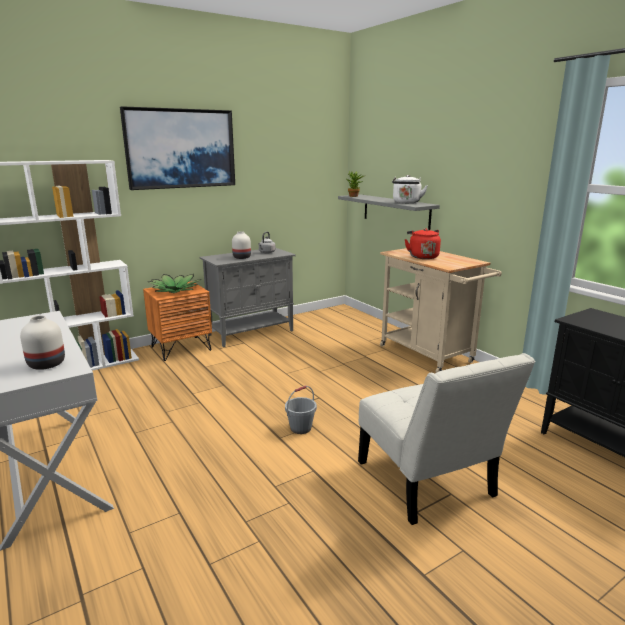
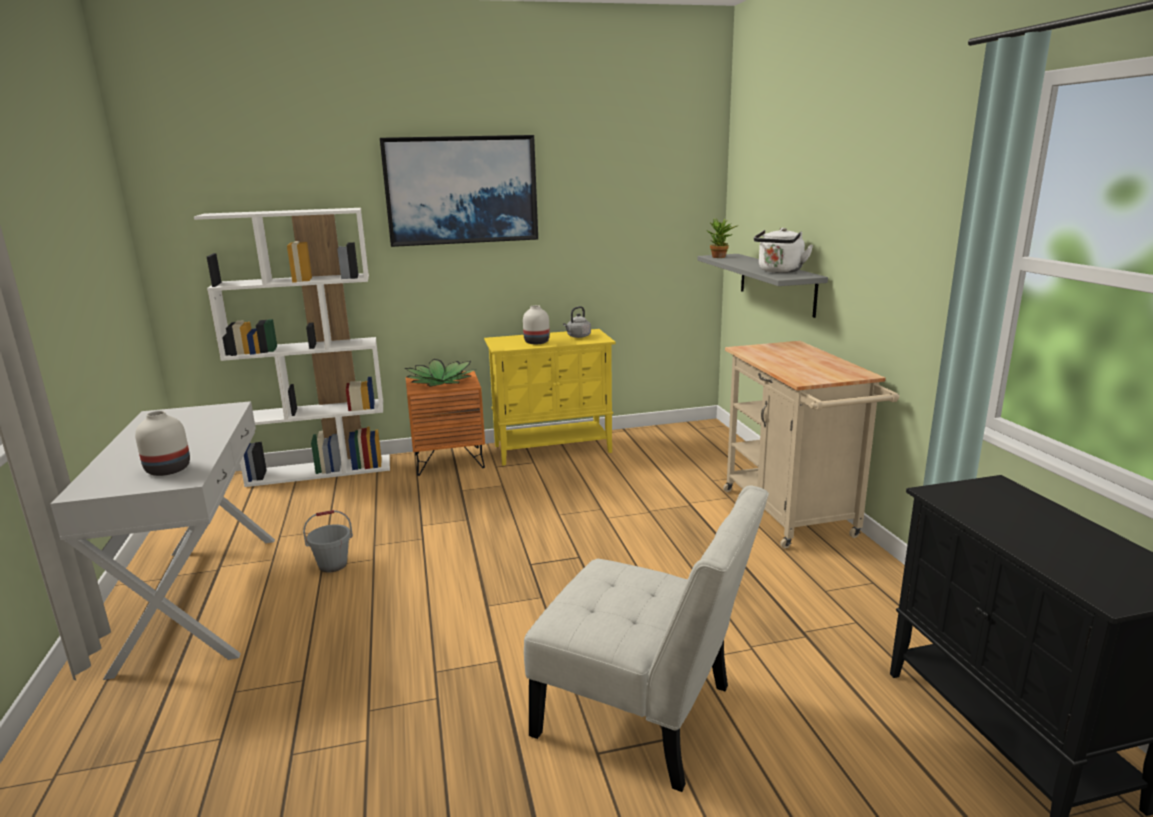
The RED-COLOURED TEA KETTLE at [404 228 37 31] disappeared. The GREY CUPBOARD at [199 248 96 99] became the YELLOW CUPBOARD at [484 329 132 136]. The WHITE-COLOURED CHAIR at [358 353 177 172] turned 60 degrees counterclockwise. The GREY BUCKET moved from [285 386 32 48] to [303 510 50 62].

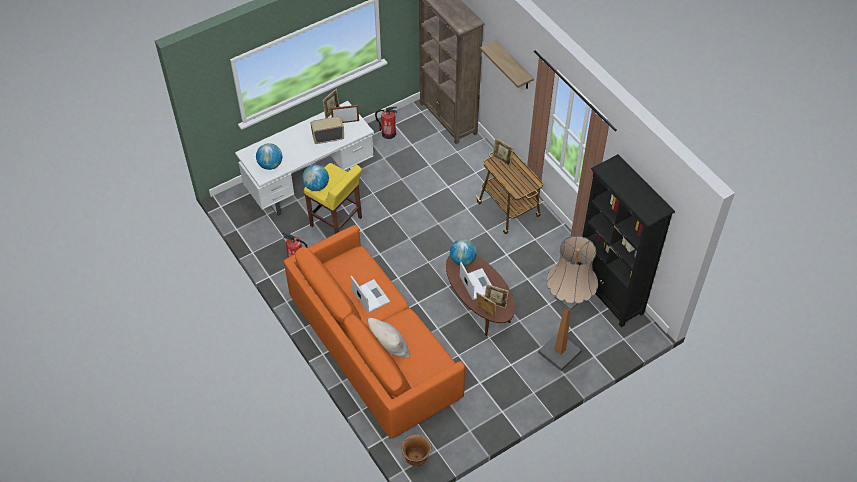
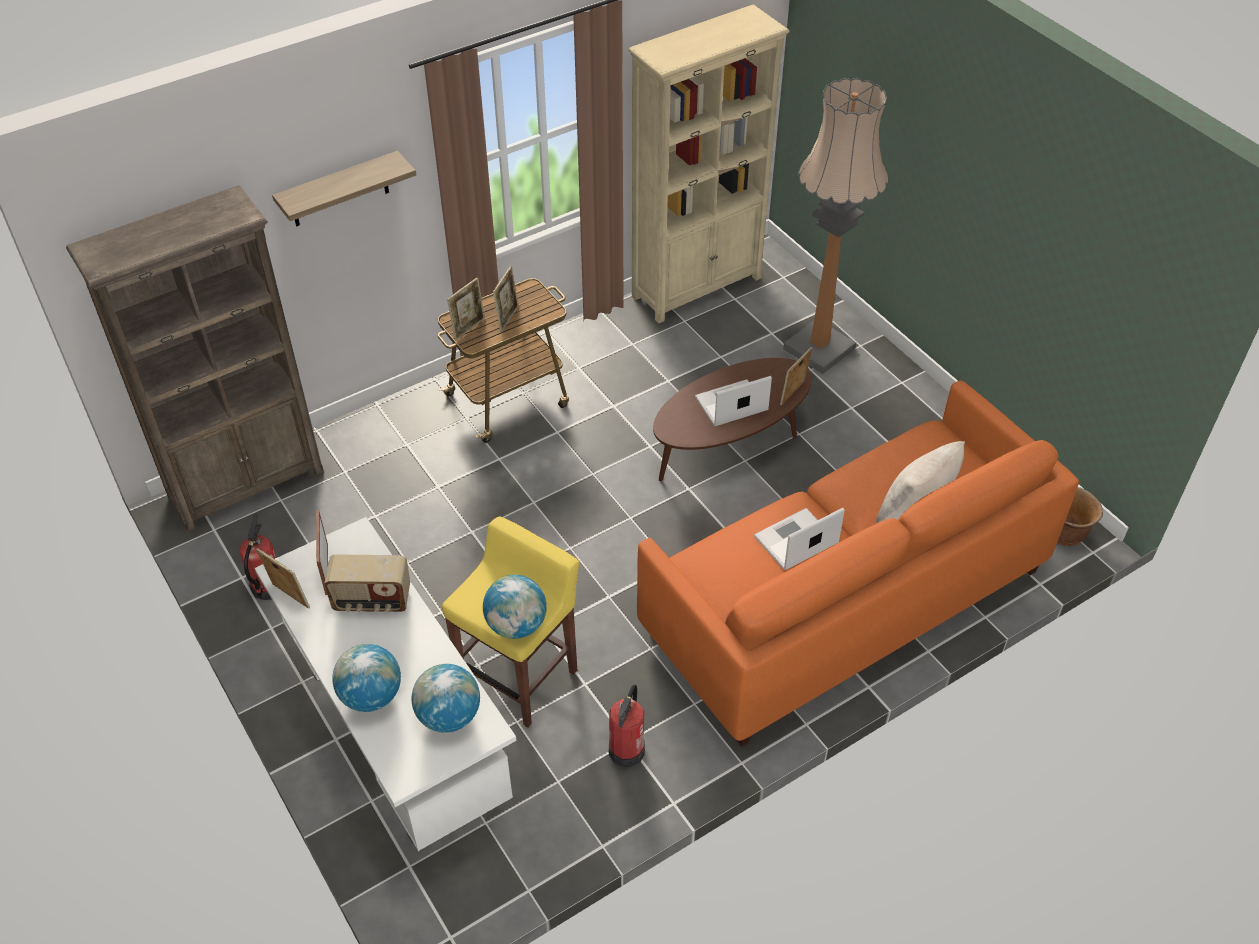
The RADIO RECEIVER at [310 116 34 28] turned 75 degrees counterclockwise. The BLACKISH BOOKCASE at [578 154 97 173] became the BEIGE BOOKCASE at [628 5 162 318]. The GLOBE moved from [450 239 27 27] to [332 644 69 68]. The PHOTO FRAME moved from [485 284 24 24] to [493 266 26 66].

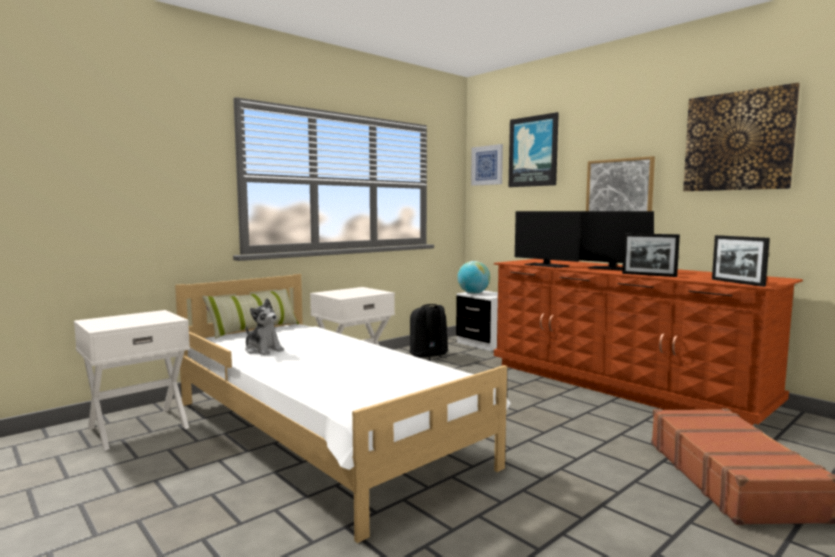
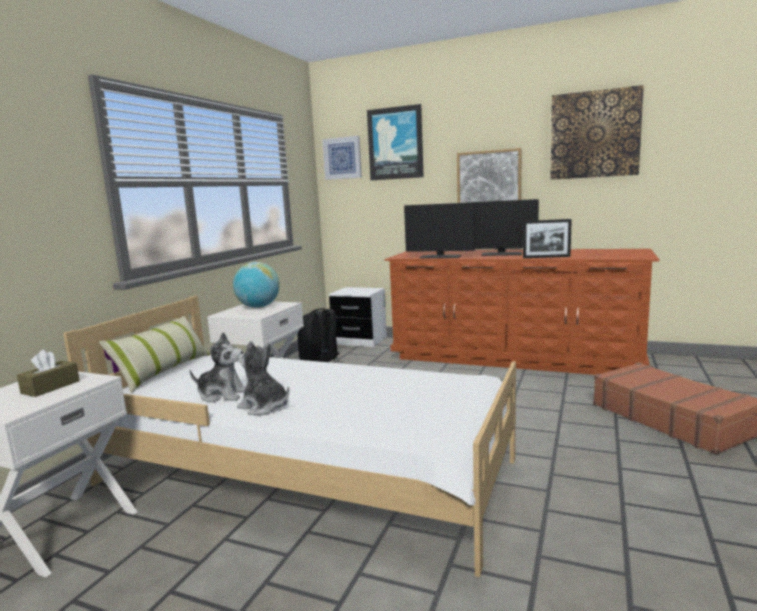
The PHOTO FRAME at [712 235 58 52] disappeared. The GLOBE moved from [457 261 33 33] to [233 262 47 46]. The SOFT TOY at [237 341 52 74] appeared. The BROWN-COLOURED BOX OF TISSUES at [17 350 63 47] appeared.

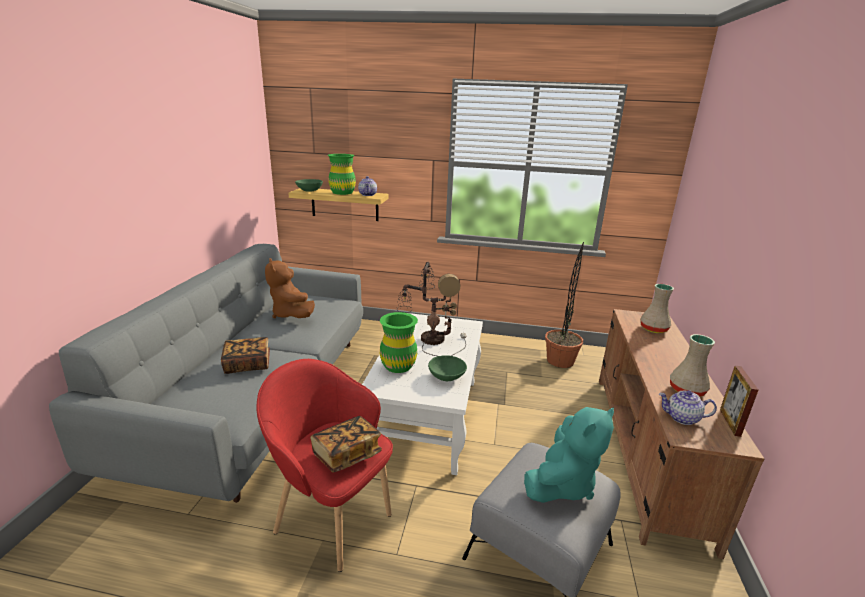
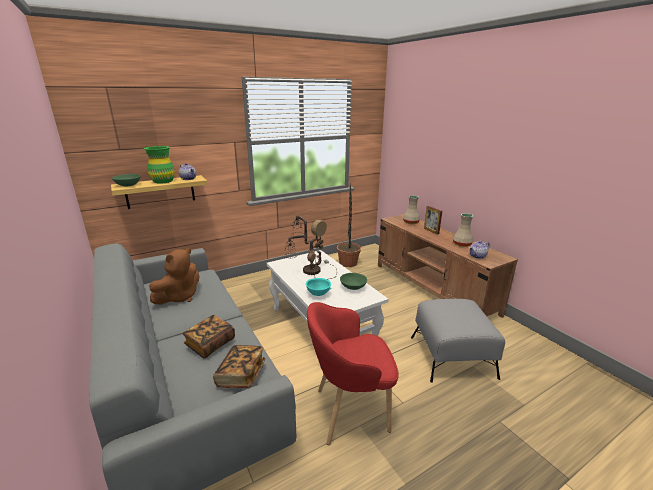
The BROWN-COLOURED SOFT TOY at [265 258 50 60] turned 75 degrees counterclockwise. The GREEN DECORATIVE VASE at [380 312 38 61] was replaced by the BLUE-GREEN DEEP DISH at [306 278 26 18]. The PHOTO FRAME moved from [720 366 38 71] to [424 206 18 29]. The BLUE-GREEN SOFT TOY at [524 407 90 96] disappeared. The BOOK moved from [310 416 72 57] to [213 345 52 43].

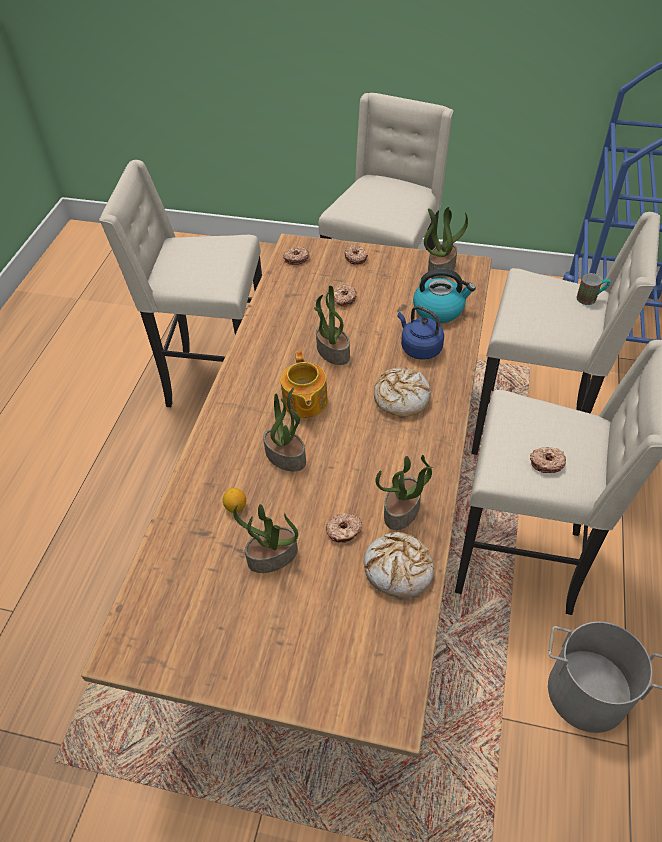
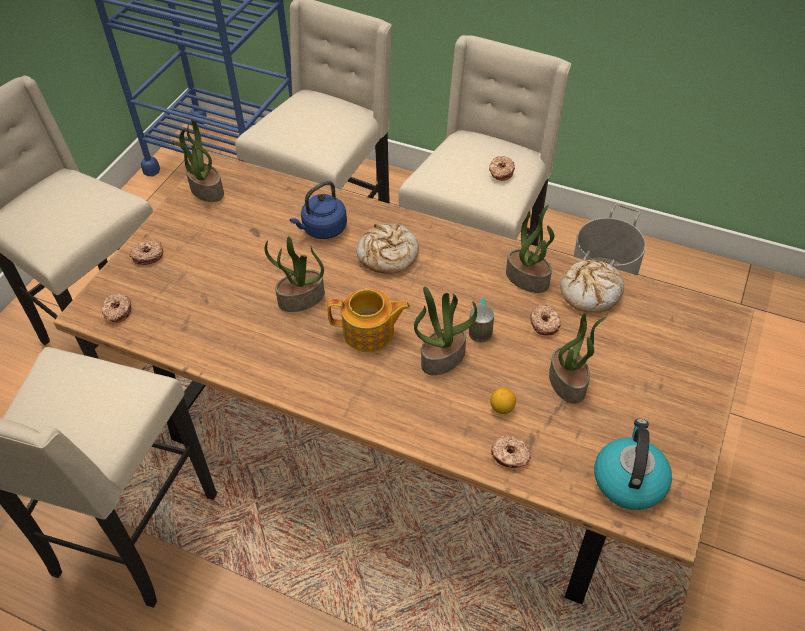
The TEA KETTLE moved from [413 269 63 54] to [594 419 78 91]. The MUG moved from [576 273 34 32] to [469 299 25 44]. The DONUT moved from [334 285 23 22] to [491 436 40 32].

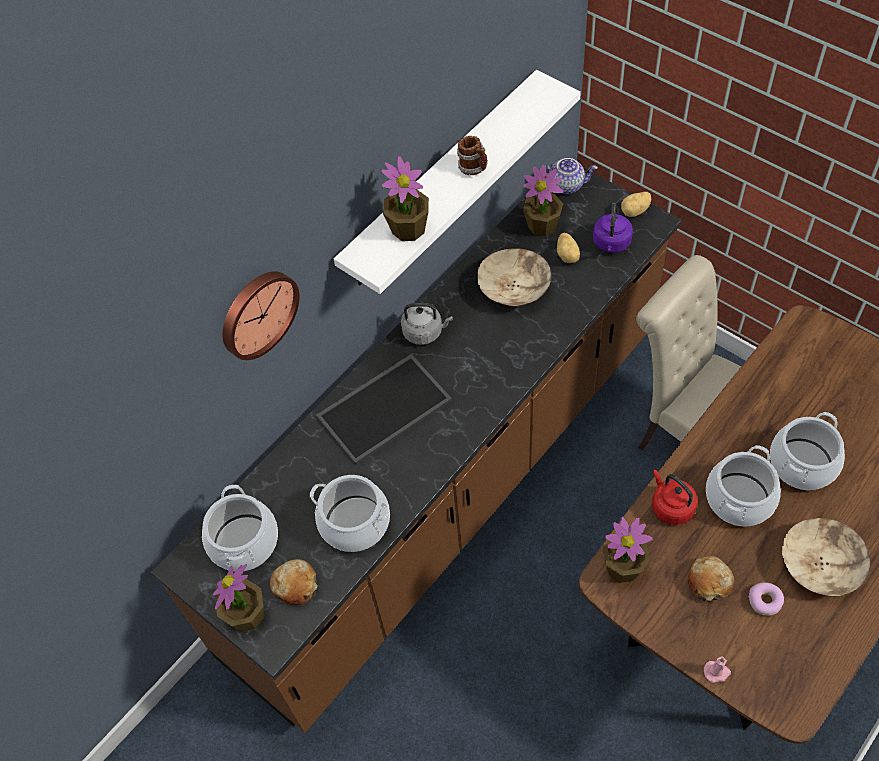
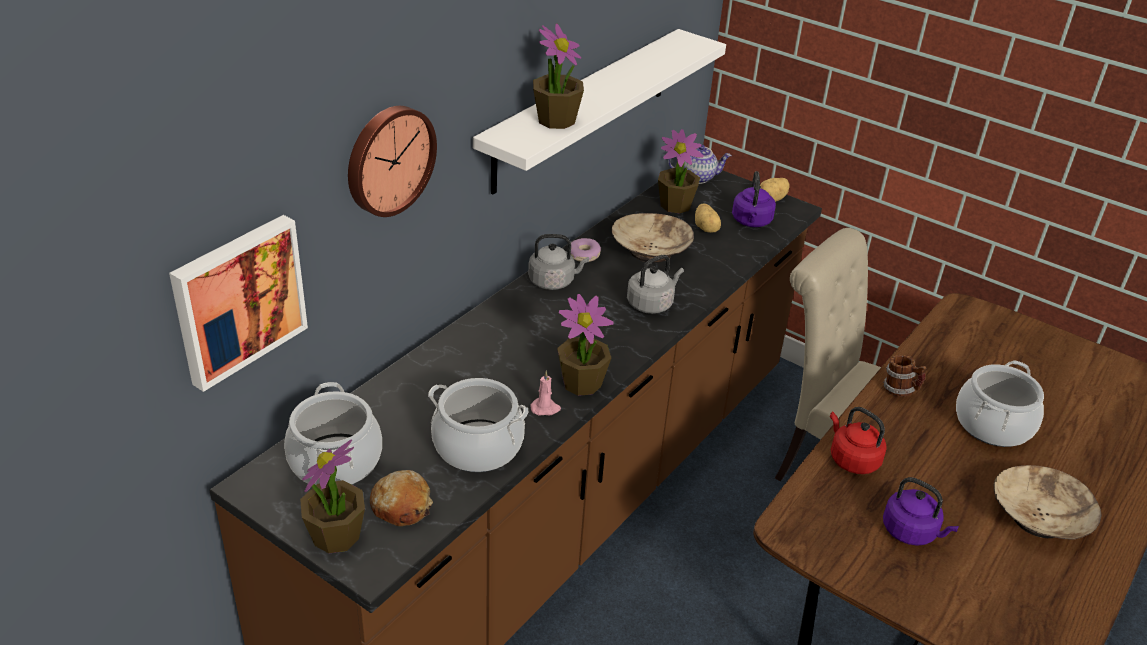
The MUG moved from [457 136 31 39] to [883 355 44 41]. The SERVING TRAY at [316 354 136 111] disappeared. The COOKING POT at [706 445 75 81] disappeared. The HOUSEPLANT moved from [602 517 51 66] to [557 294 56 102]. The BREAD at [688 555 46 47] was replaced by the PURPLISH TEA KETTLE at [883 477 76 69]. The DONUT moved from [749 582 35 34] to [571 238 30 24]. The PINK-COLOURED CANDLE moved from [704 657 27 26] to [531 370 30 46]. The WALL PICTURE at [169 215 139 177] appeared. The GREY TEA KETTLE at [627 255 57 59] appeared.

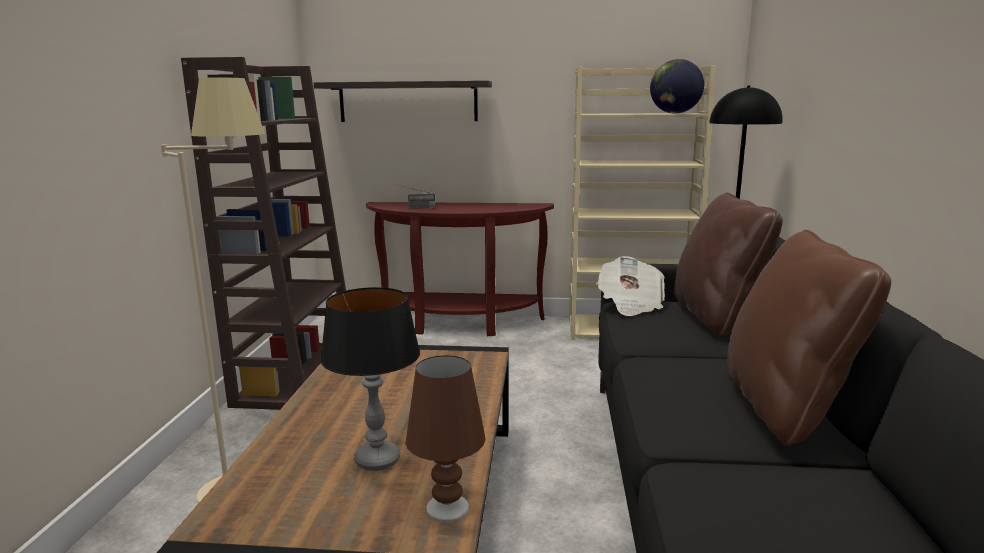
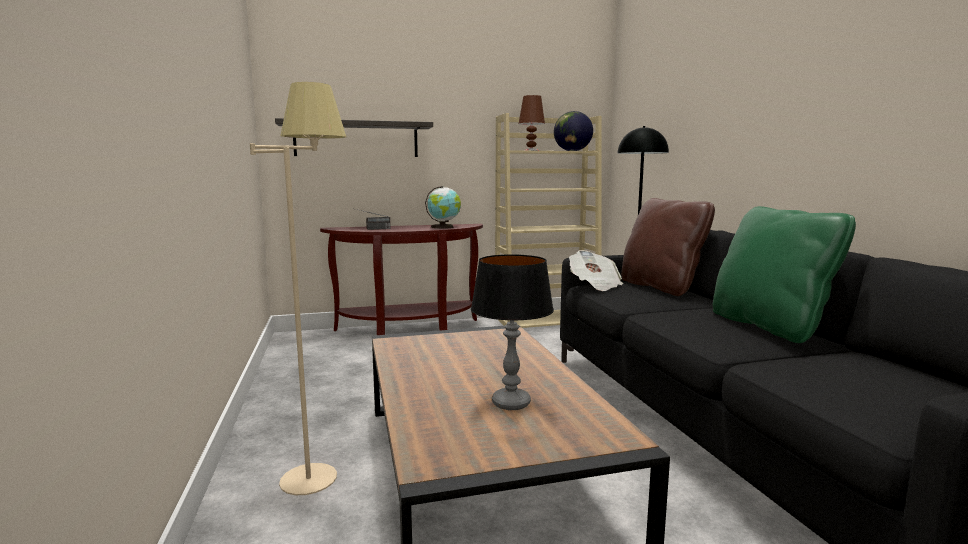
The BROWN-COLOURED BOOKCASE at [181 57 165 353] disappeared. The BROWN-COLOURED THROW PILLOW at [727 230 164 216] became the GREEN THROW PILLOW at [713 206 143 137]. The BROWN-COLOURED LAMP FOR A TABLE moved from [405 356 80 167] to [519 95 26 56]. The GLOBE at [425 186 36 43] appeared.

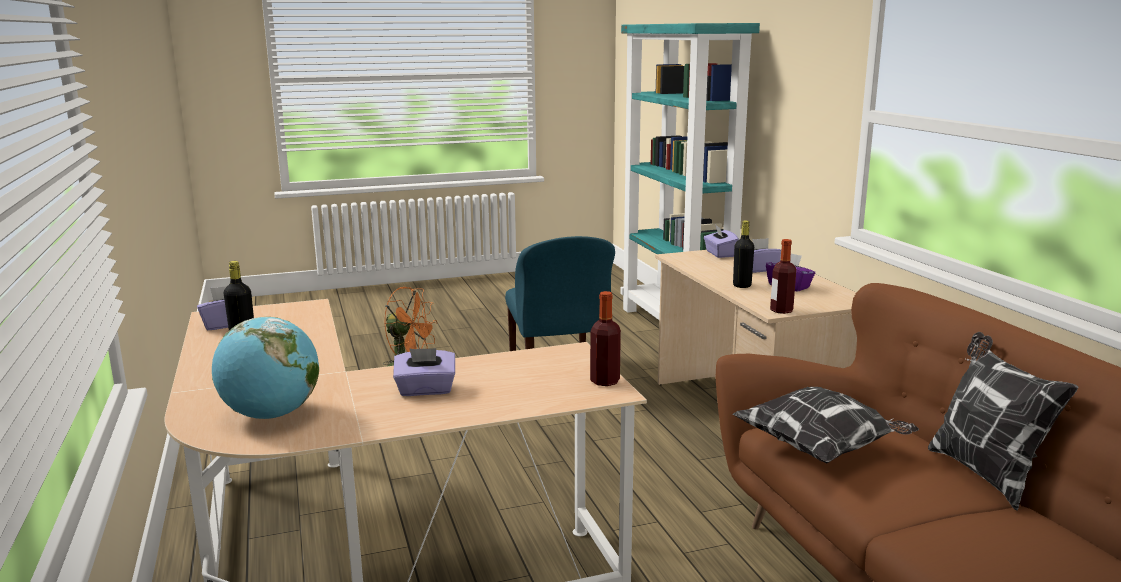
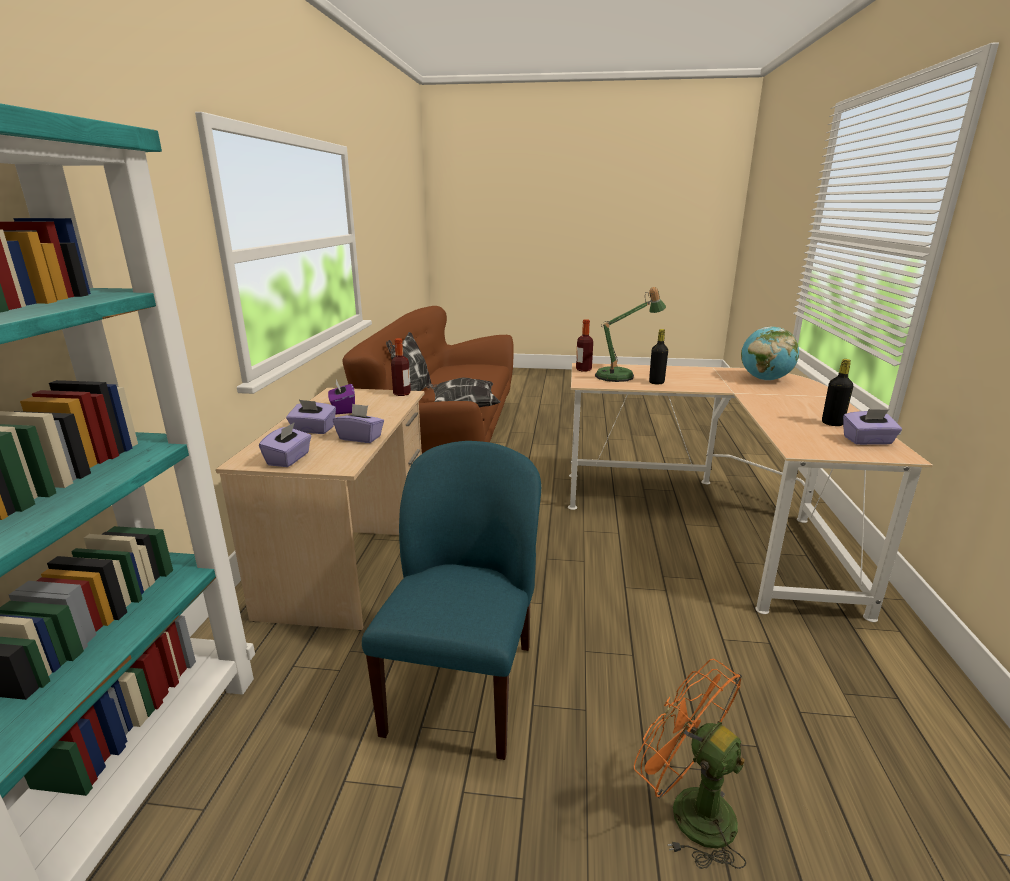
The BLACKISH BOTTLE moved from [733 221 21 67] to [649 329 19 55]. The PURPLISH BOX OF TISSUES moved from [393 348 62 48] to [333 404 51 39]. The LAMP FOR A TABLE at [595 287 71 95] appeared.

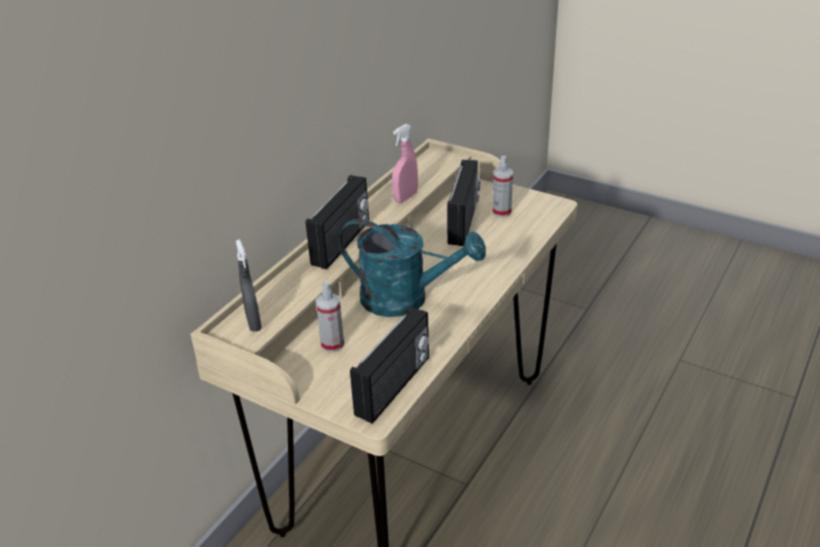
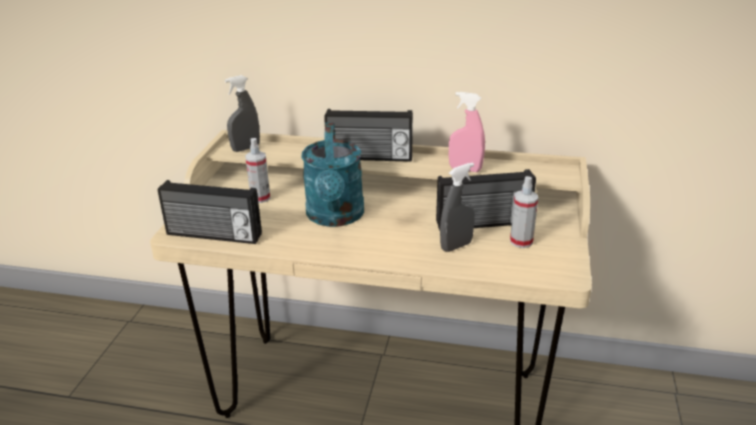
The GREY SPRAY BOTTLE at [440 162 35 90] appeared.

